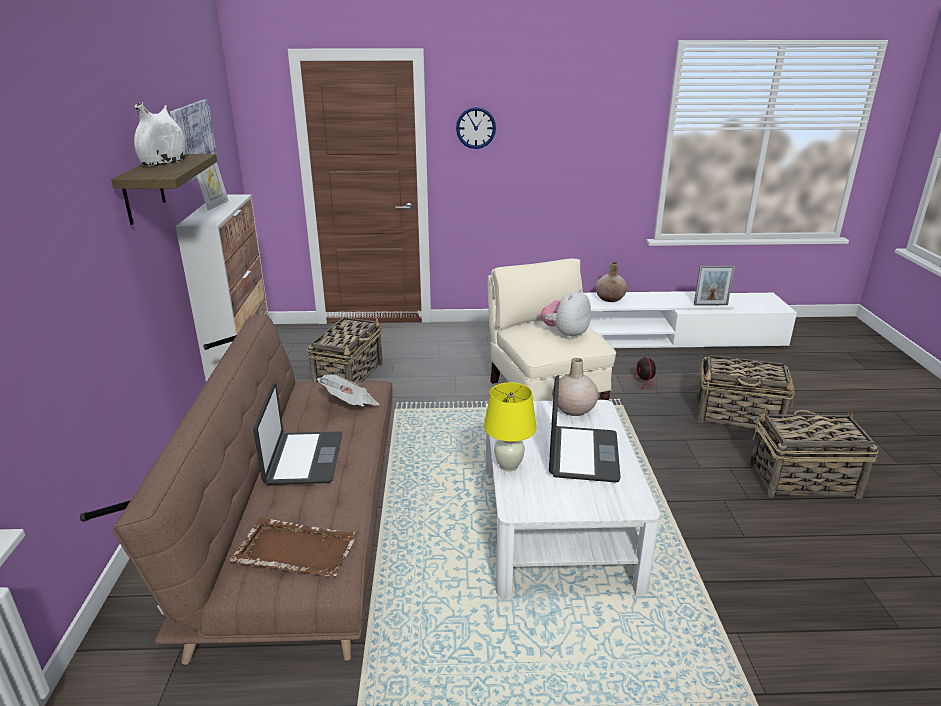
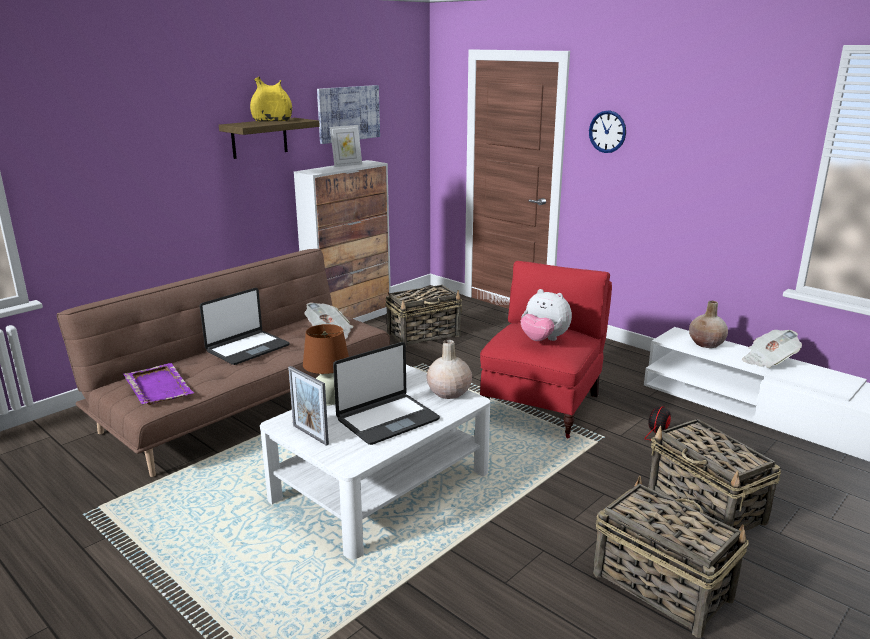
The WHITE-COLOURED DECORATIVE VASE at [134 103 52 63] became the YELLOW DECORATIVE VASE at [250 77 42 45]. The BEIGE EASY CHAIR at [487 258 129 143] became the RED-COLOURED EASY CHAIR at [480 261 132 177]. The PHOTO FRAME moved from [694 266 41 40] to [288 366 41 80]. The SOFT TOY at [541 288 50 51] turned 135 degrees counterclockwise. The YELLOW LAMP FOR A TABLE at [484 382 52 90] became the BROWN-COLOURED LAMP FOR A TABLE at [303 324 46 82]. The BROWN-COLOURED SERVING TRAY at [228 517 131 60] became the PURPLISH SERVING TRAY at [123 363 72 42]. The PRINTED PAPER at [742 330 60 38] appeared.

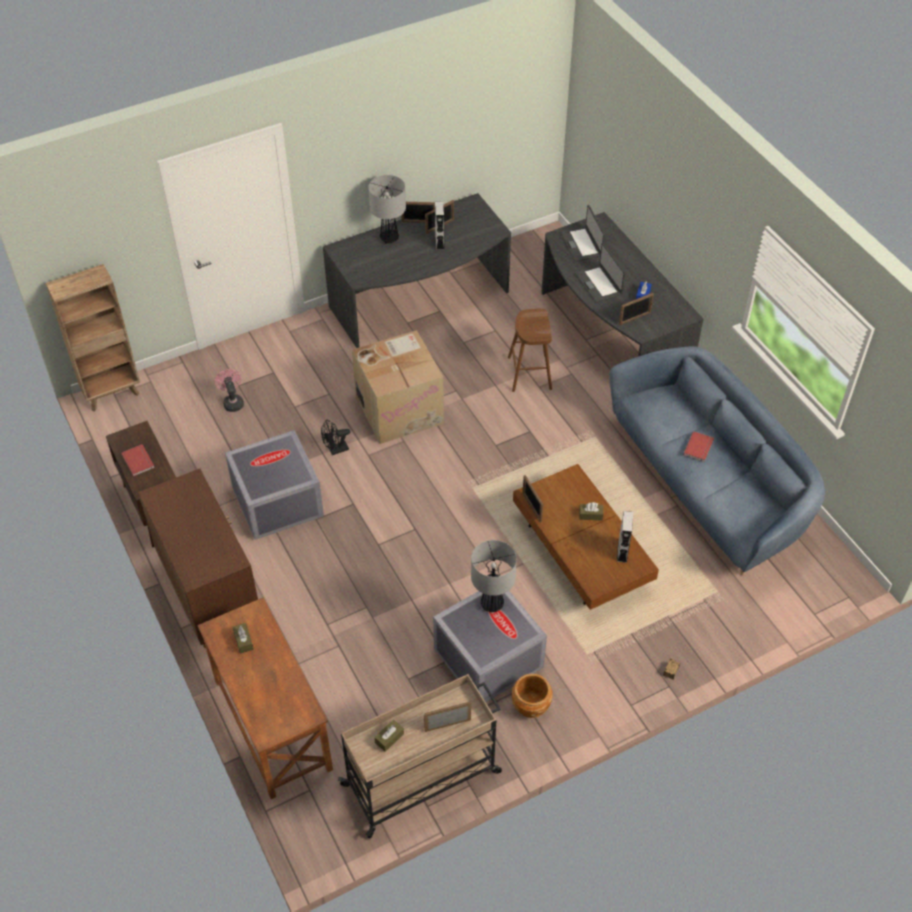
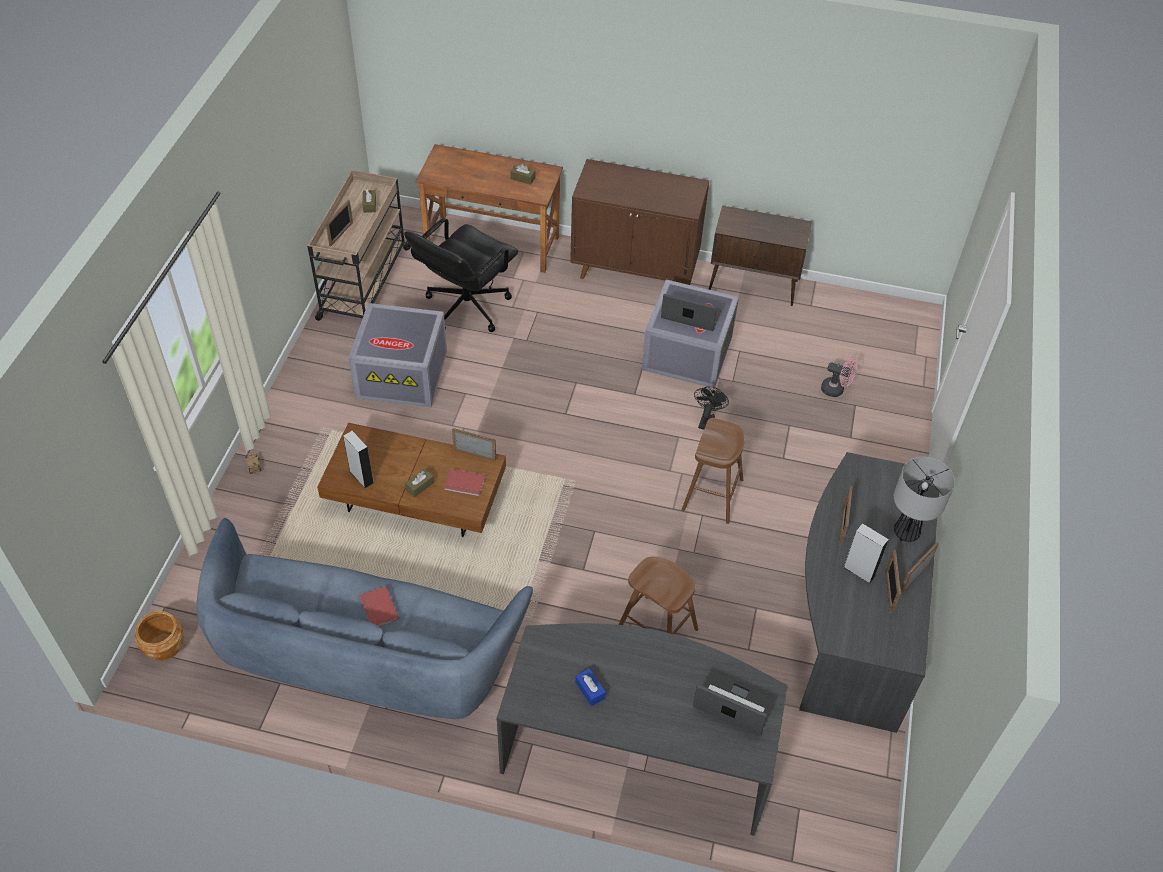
The LAPTOP moved from [575 243 50 60] to [661 294 60 37]. The BROWN-COLOURED BOOKCASE at [46 264 94 147] disappeared. The PHOTO FRAME moved from [619 293 35 33] to [839 486 14 60]. The CARTON at [352 330 92 114] was replaced by the BROWN-COLOURED SITTING STOOL at [682 418 62 106]. The RED-COLOURED BOOK moved from [121 444 34 32] to [444 468 42 29]. The LAMP FOR A TABLE at [471 540 46 72] disappeared. The BROWN-COLOURED PLANT POT moved from [512 674 41 44] to [135 611 49 50]. The BLACKISH DESK CHAIR at [404 218 114 114] appeared.

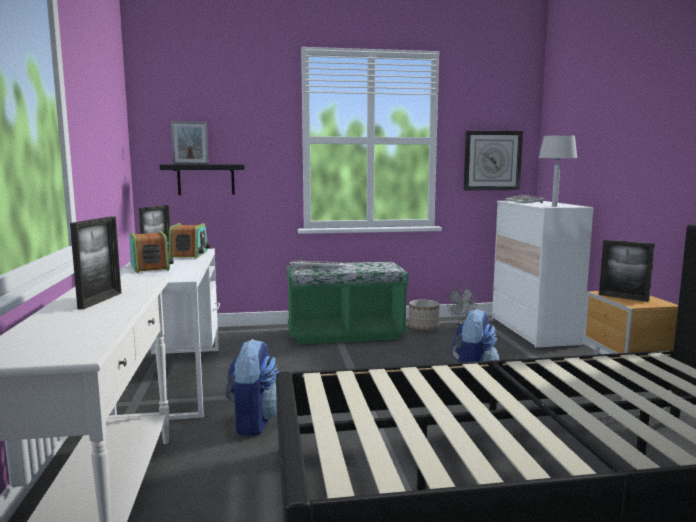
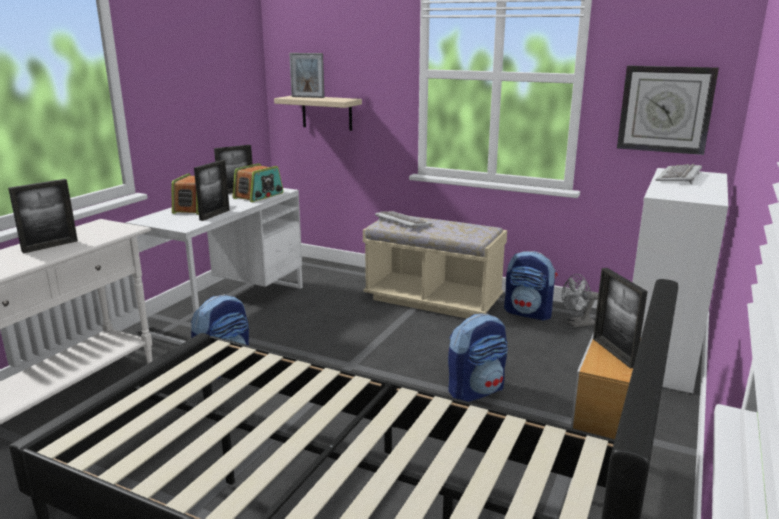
The GREY LAMP FOR A TABLE at [539 135 38 72] disappeared. The BLACKISH BRACKET SHELF at [159 164 86 31] became the BEIGE BRACKET SHELF at [274 96 88 35]. The GREEN BENCH at [287 262 121 82] became the BEIGE BENCH at [363 216 144 103]. The PLANT POT at [409 300 31 30] was replaced by the BACKPACK at [504 251 53 70]. The PHOTO FRAME at [194 160 36 61] appeared.

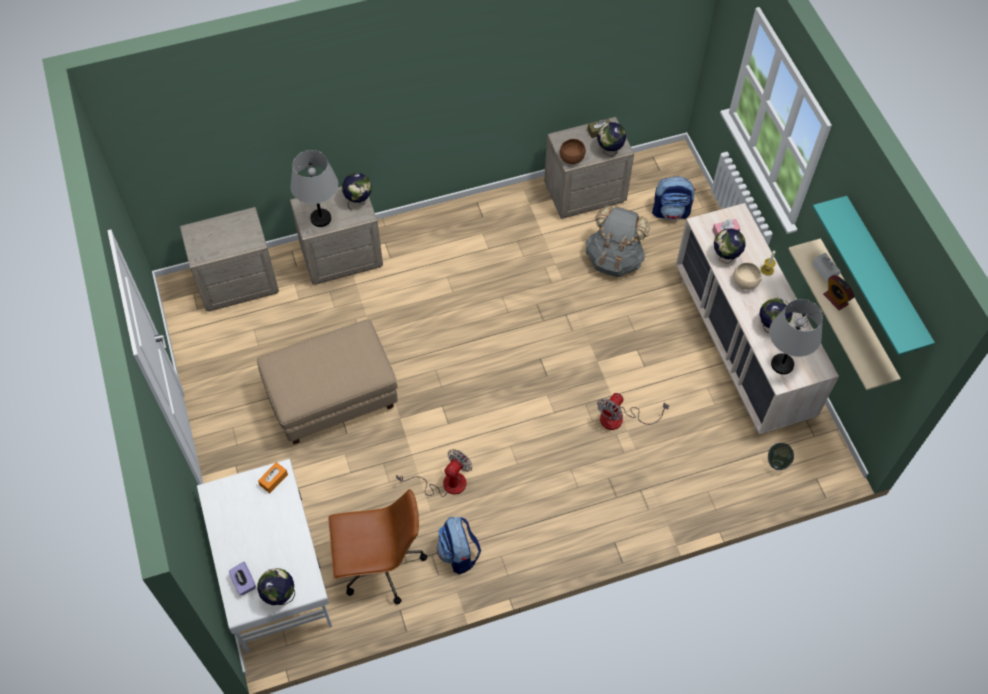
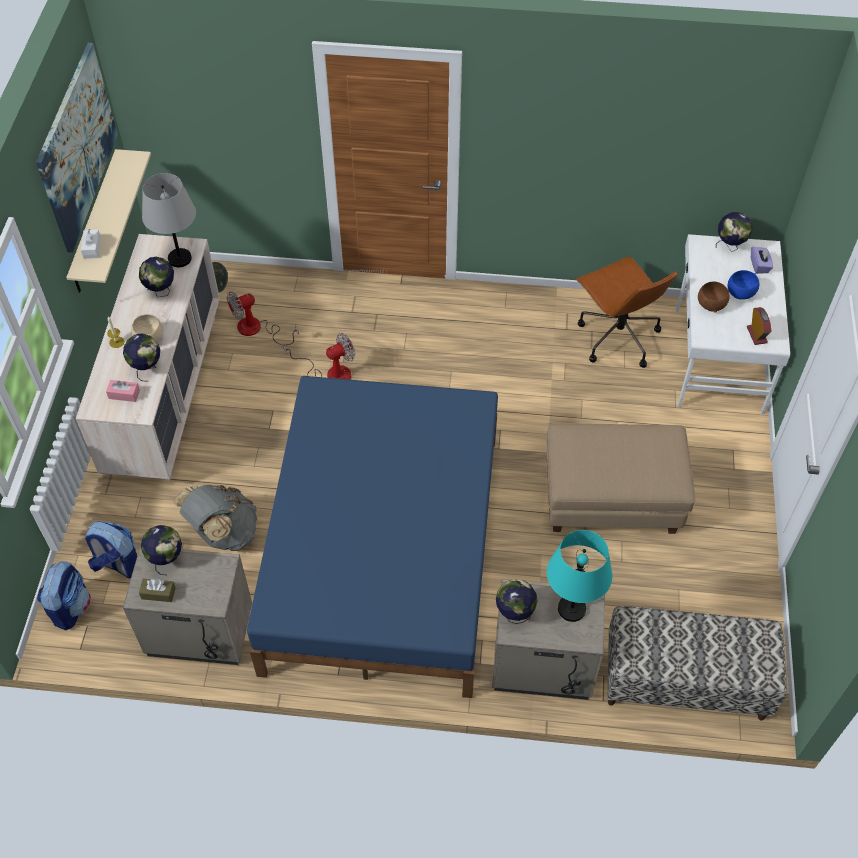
The BROWN-COLOURED DEEP DISH moved from [560 139 26 25] to [698 282 32 31]. The GREY LAMP FOR A TABLE at [290 150 48 77] became the BLUE-GREEN LAMP FOR A TABLE at [547 530 65 92]. The BLUE-GREEN BRACKET SHELF at [813 196 122 159] was replaced by the WALL PICTURE at [36 43 82 210]. The BEIGE NIGHT TABLE at [180 207 99 105] was replaced by the BENCH at [608 606 178 114]. The ALARM CLOCK moved from [823 275 32 35] to [747 307 24 38]. The COOLING FAN moved from [396 449 76 48] to [227 291 72 54]. The ORANGE BOX OF TISSUES at [258 462 30 31] disappeared. The BROWN-COLOURED DESK CHAIR at [328 489 99 115] turned 135 degrees counterclockwise. The BACKPACK moved from [437 517 44 57] to [37 561 54 69]. The BLUE-COLOURED DEEP DISH at [728 270 31 30] appeared. The BLUE-COLOURED BED at [247 376 251 322] appeared.

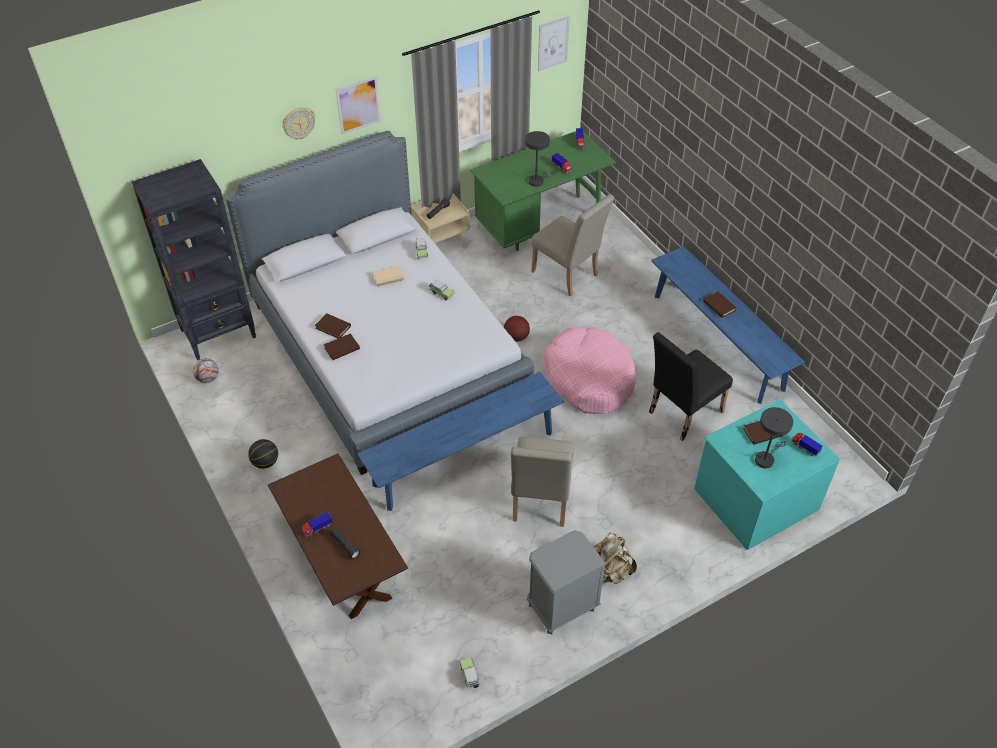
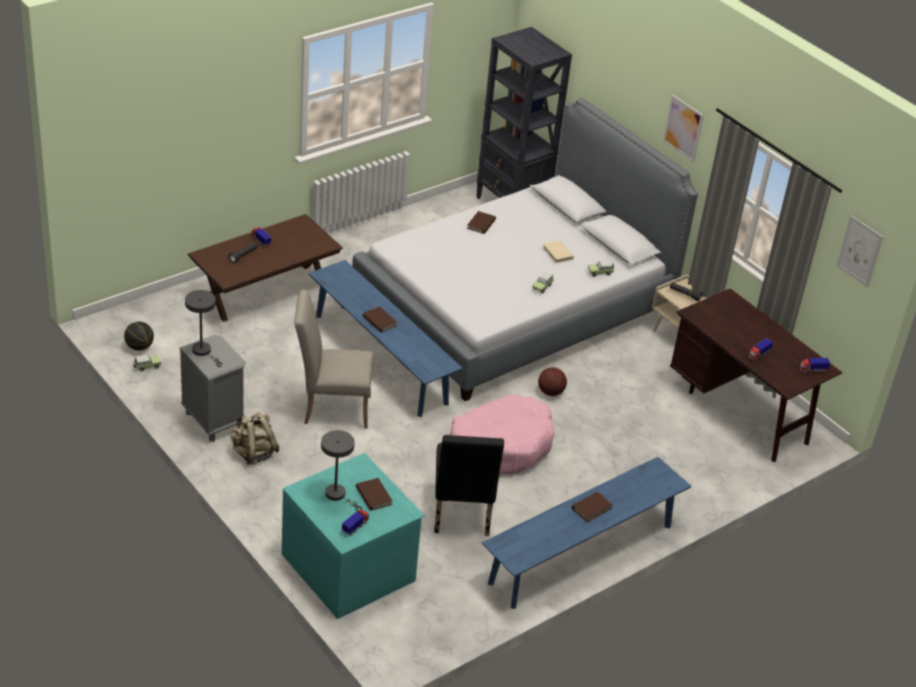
The CLOCK ON THE WALL at [282 108 34 31] disappeared. The GREEN DESK UNIT at [470 131 146 120] became the BROWN-COLOURED DESK UNIT at [670 289 172 173]. The GREY LAMP FOR A TABLE moved from [525 131 32 56] to [185 290 37 77]. The BEIGE CHAIR at [531 194 83 103] disappeared. The BLACKISH CHAIR at [649 332 84 109] turned 135 degrees counterclockwise. The BROWN-COLOURED BOOK moved from [324 333 36 27] to [363 306 34 26]. The FOOTBALL at [193 358 26 25] disappeared. The BALL FOR BASKETBALL moved from [248 439 30 30] to [124 322 30 29].

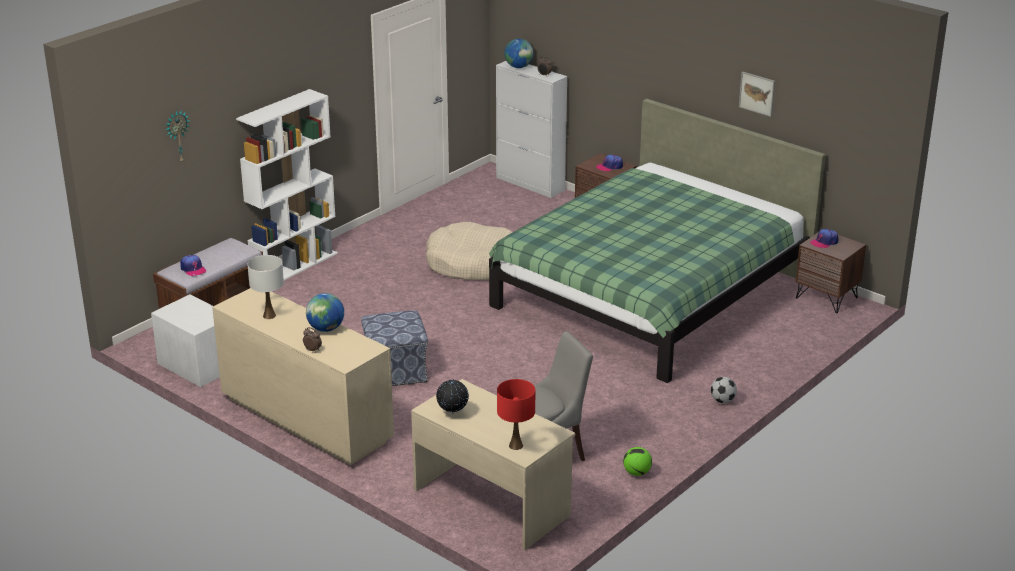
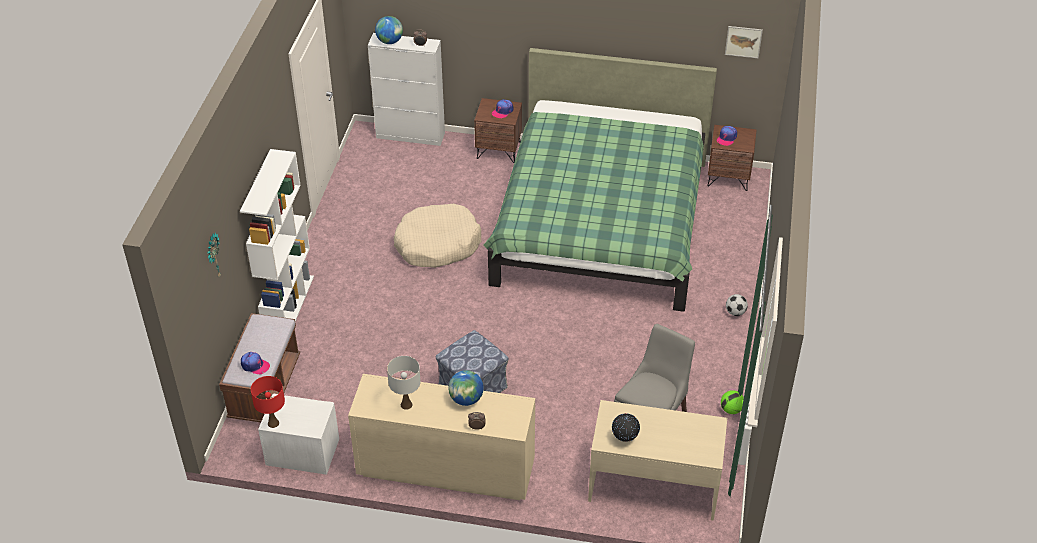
The WALL PICTURE moved from [739 71 36 46] to [725 26 38 33]. The RED-COLOURED LAMP FOR A TABLE moved from [497 379 38 71] to [251 376 34 52].

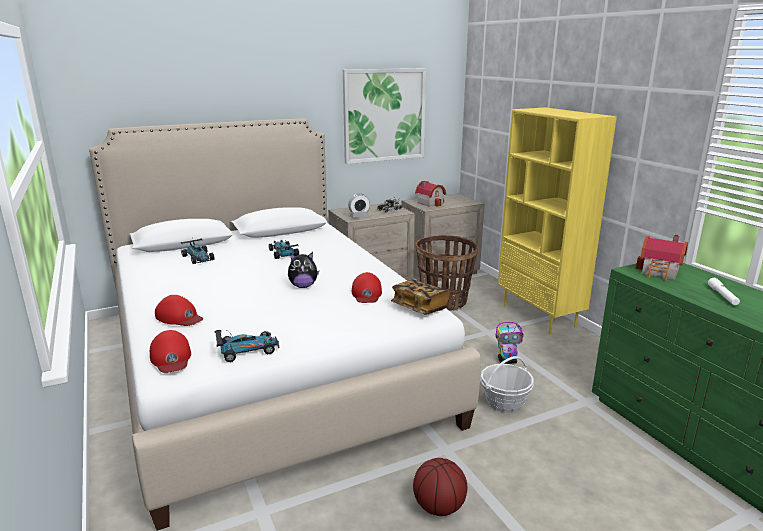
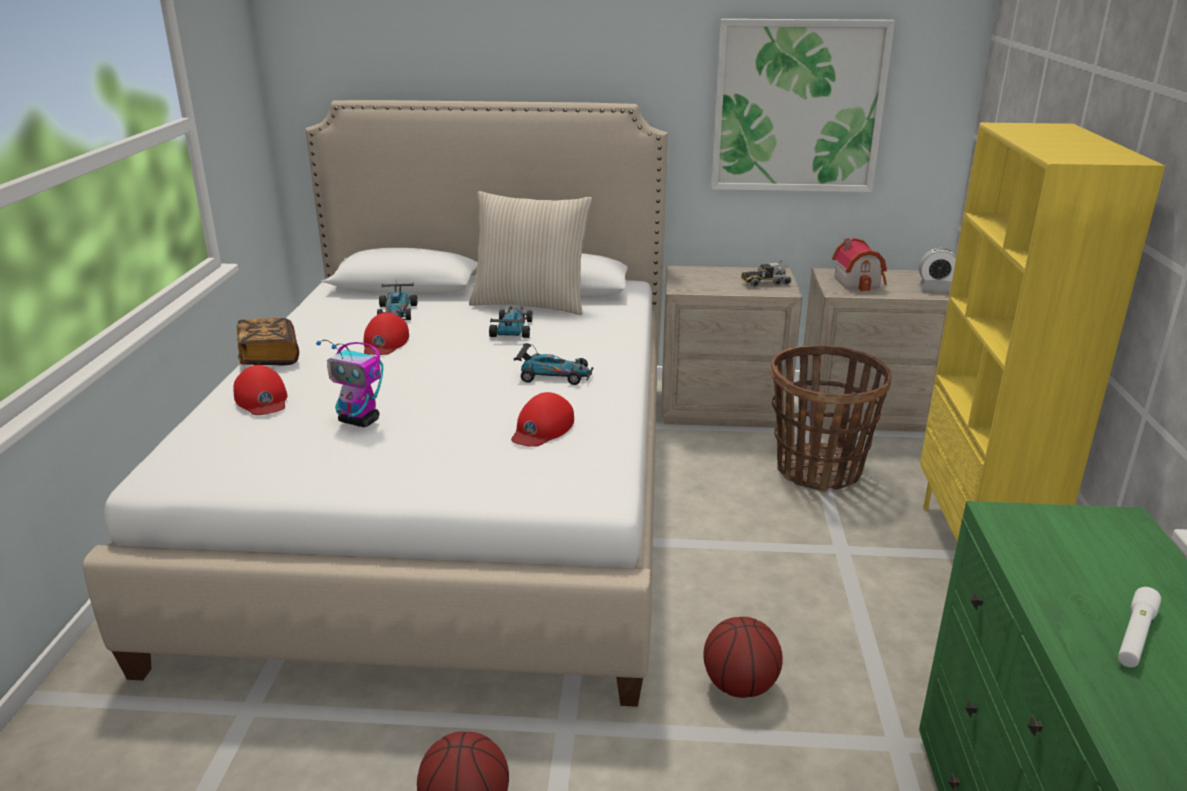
The ALARM CLOCK moved from [348 194 22 24] to [919 248 37 43]. The TOY HOUSE at [636 234 52 47] disappeared. The SOFT TOY at [288 252 31 36] disappeared. The BOOK moved from [391 279 59 36] to [237 318 62 48]. The MODEL ROBOT moved from [495 322 29 42] to [316 340 67 87]. The RED-COLOURED BASEBALL CAP moved from [150 330 41 43] to [364 312 45 43]. The TOY CAR moved from [215 330 65 32] to [514 343 80 42]. The STORAGE BASKET at [480 356 54 57] was replaced by the BALL FOR BASKETBALL at [703 617 80 81]. The BEIGE THROW PILLOW at [469 191 123 124] appeared.

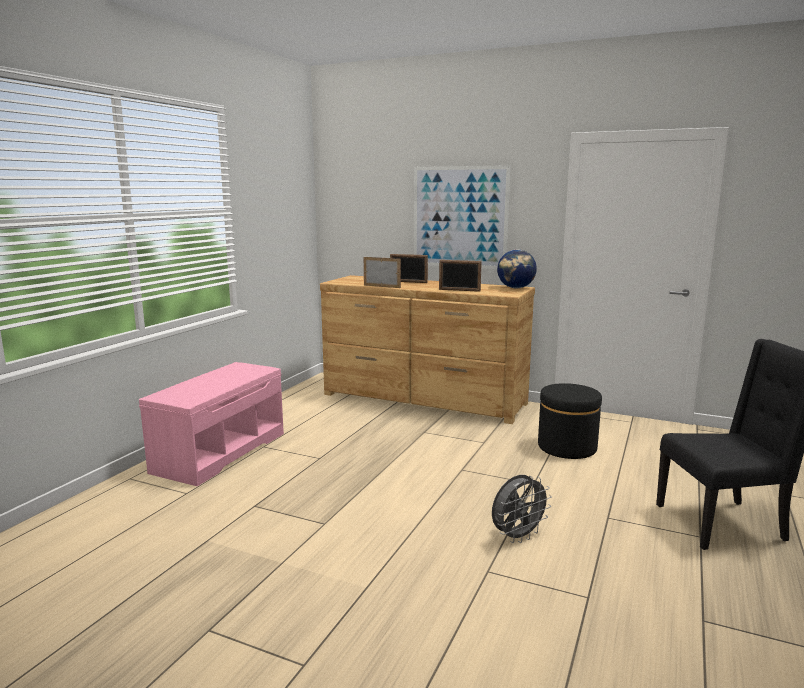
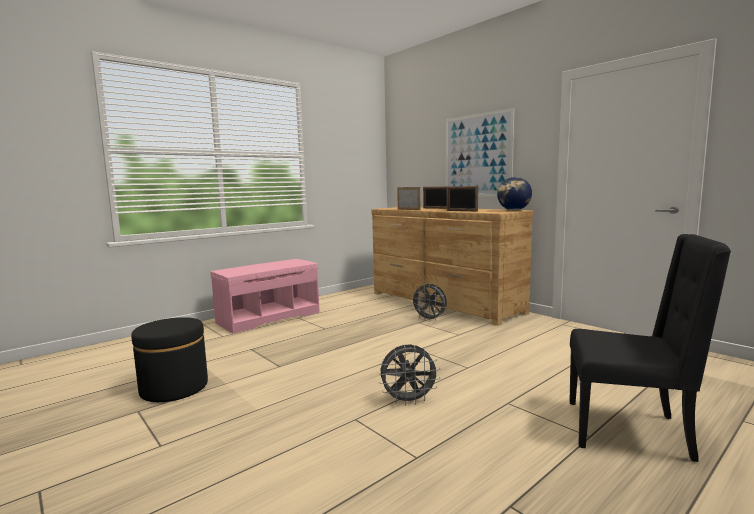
The BLACKISH FOOTREST moved from [538 383 64 76] to [131 317 77 85]. The GREY COOLING FAN at [410 283 37 39] appeared.

